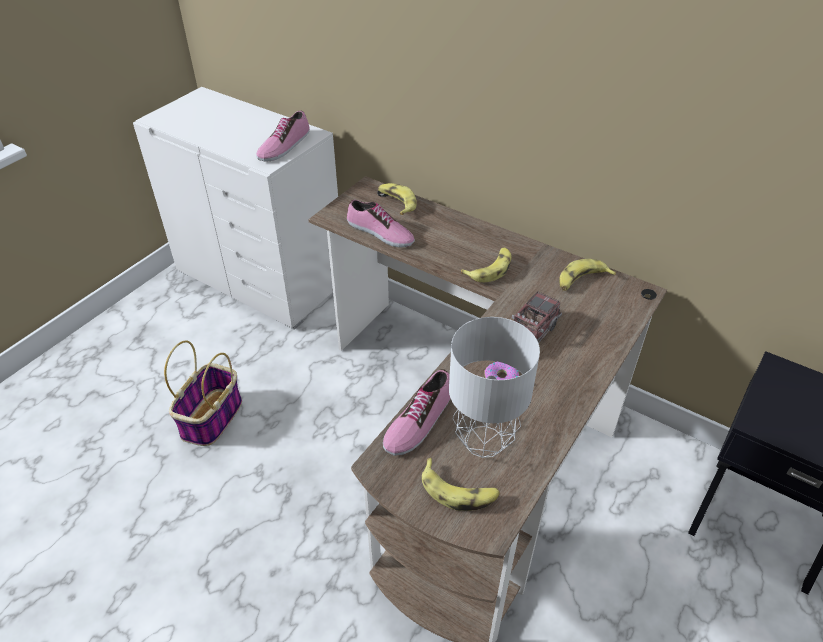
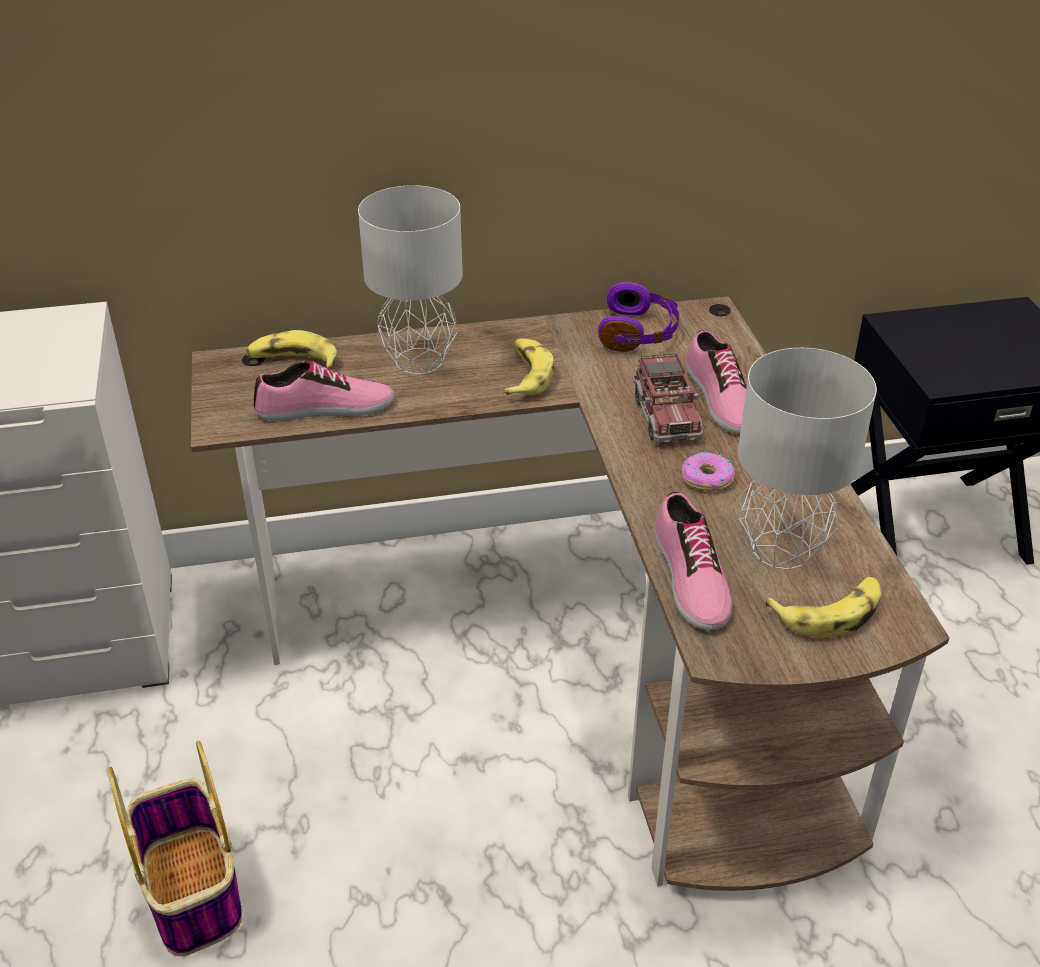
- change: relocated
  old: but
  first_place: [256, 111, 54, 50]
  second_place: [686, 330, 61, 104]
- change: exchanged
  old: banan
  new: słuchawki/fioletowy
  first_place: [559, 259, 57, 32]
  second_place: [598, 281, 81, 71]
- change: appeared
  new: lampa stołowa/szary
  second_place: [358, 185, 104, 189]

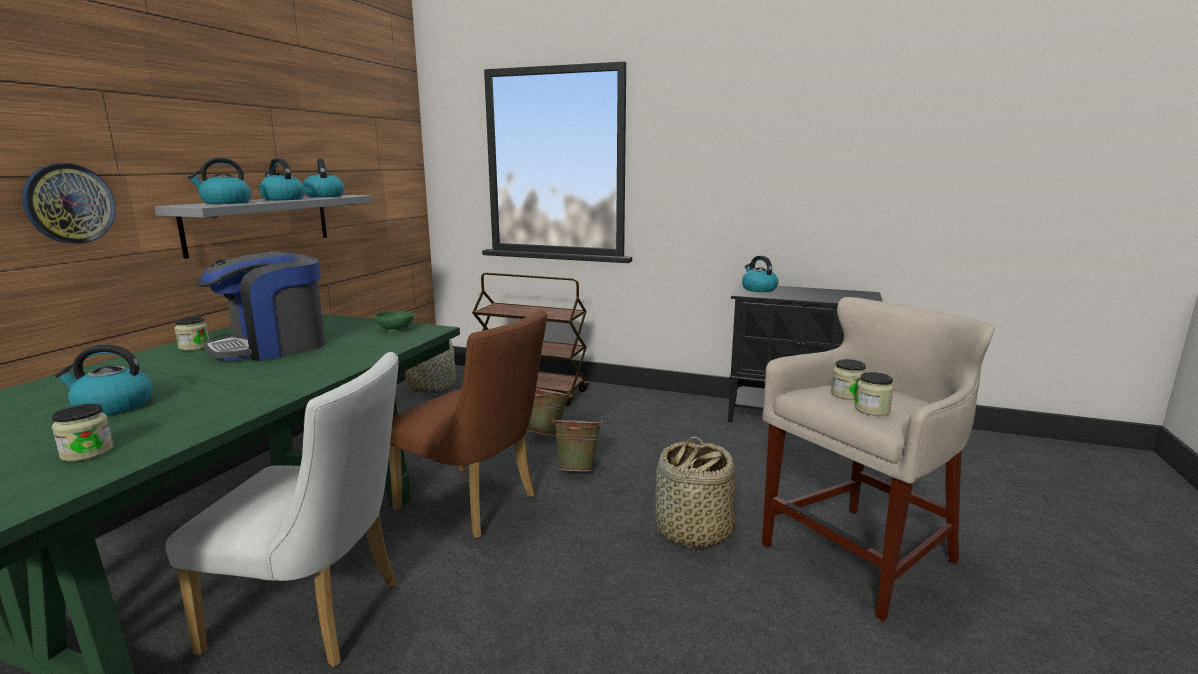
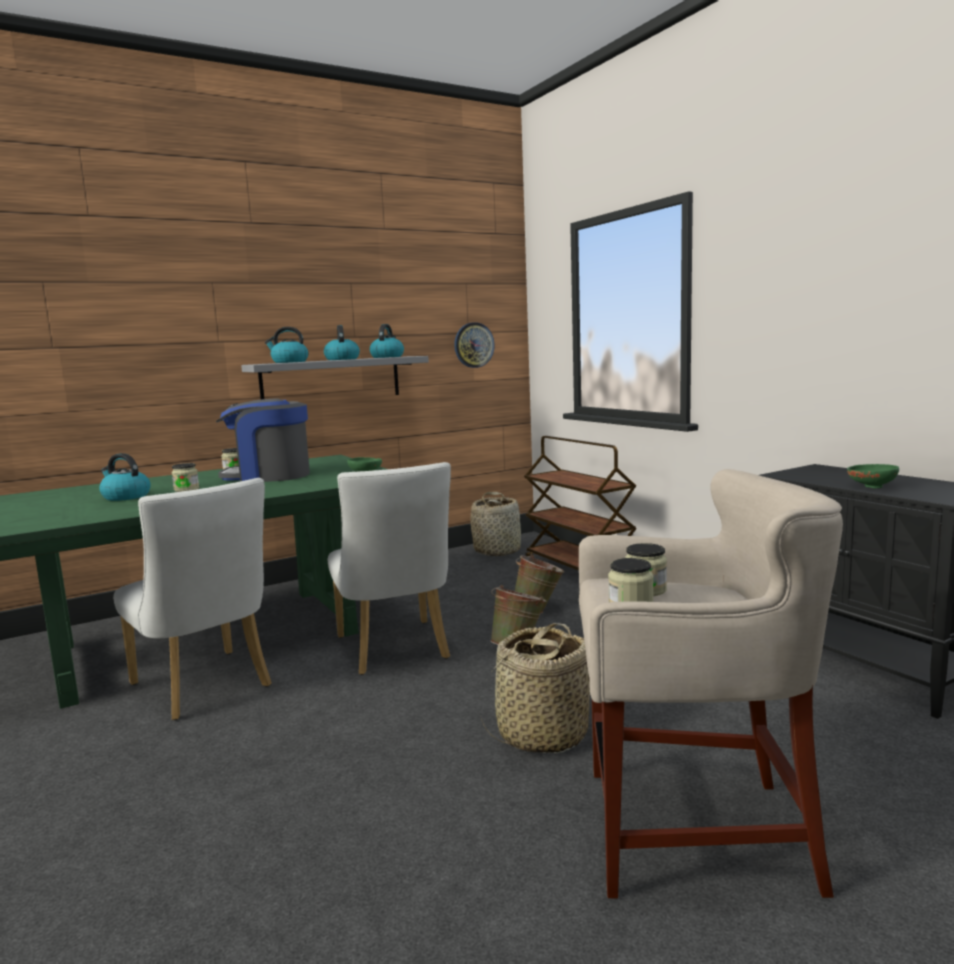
- change: relocated
  old: zegar ścienny
  first_place: [22, 163, 94, 81]
  second_place: [454, 322, 41, 46]
- change: relocated
  old: słoik
  first_place: [52, 404, 62, 58]
  second_place: [172, 463, 27, 29]
- change: colour
  old: krzesło/brązowy
  new: krzesło/biały
  first_place: [389, 310, 158, 228]
  second_place: [328, 462, 123, 213]
- change: missing
  old: czajnik
  first_place: [742, 256, 36, 36]
- change: appeared
  new: miska/zielony
  second_place: [847, 464, 52, 24]

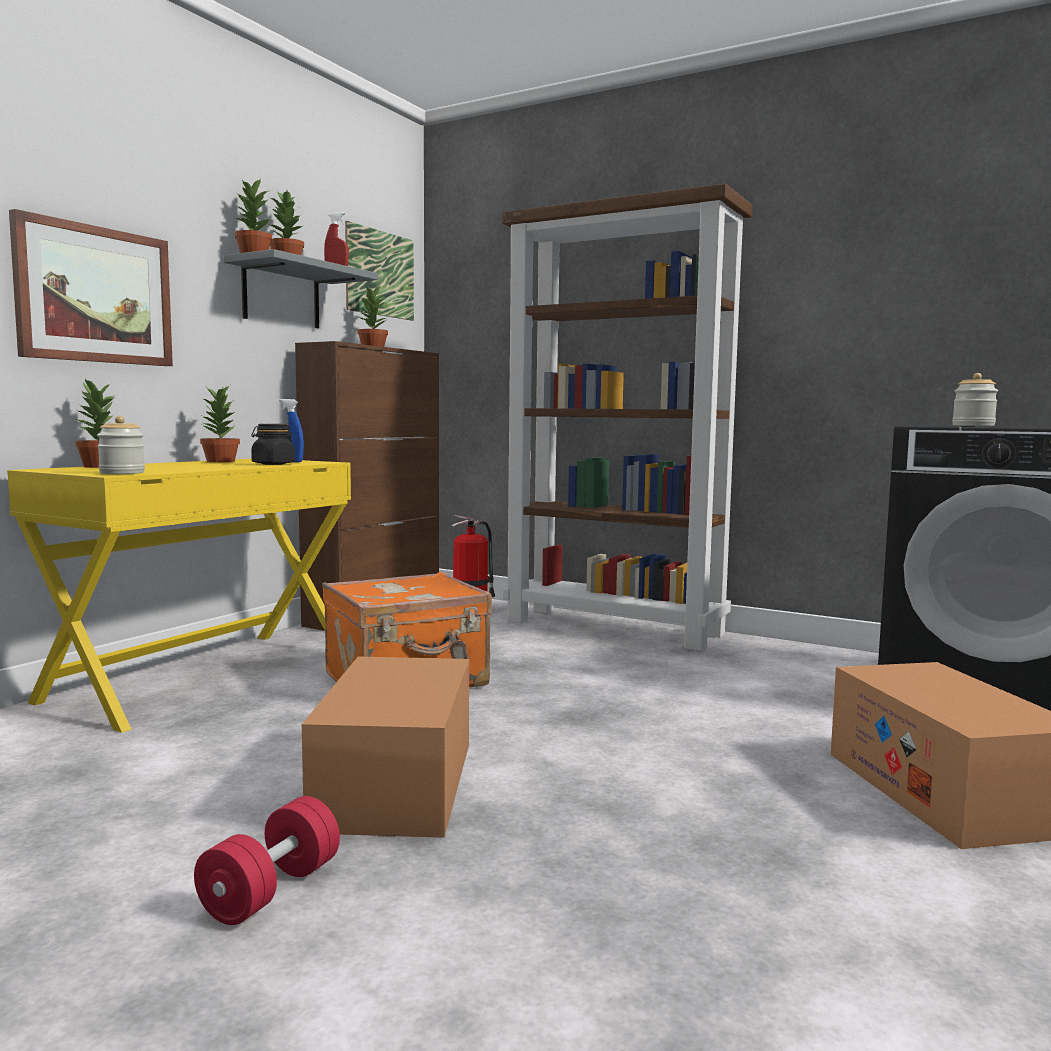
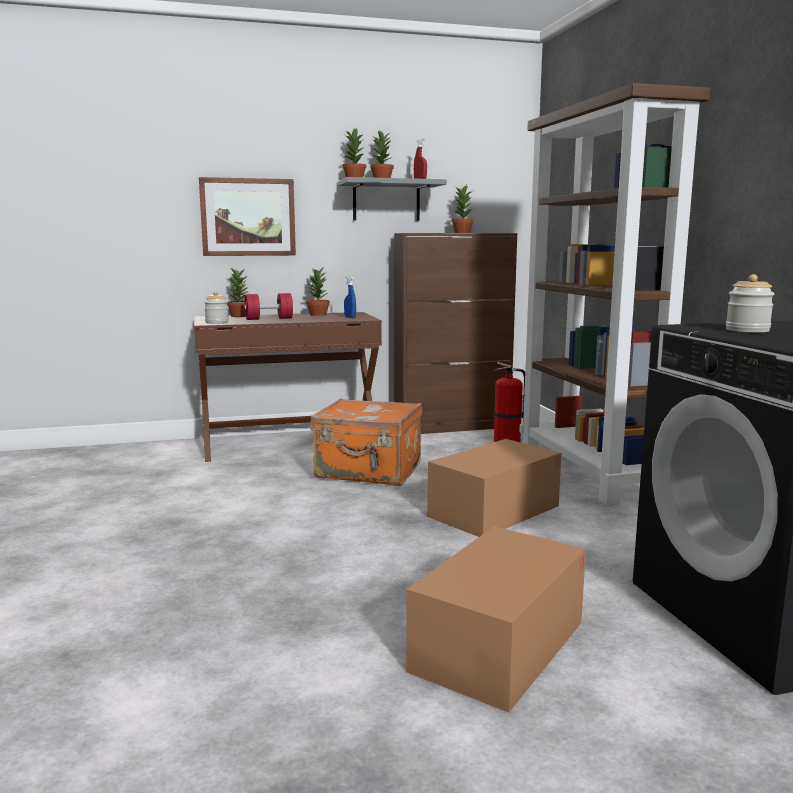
- change: colour
  old: biurko/żółty
  new: biurko/brązowy
  first_place: [7, 459, 344, 274]
  second_place: [194, 312, 188, 150]
- change: relocated
  old: hantel/czerwony
  first_place: [194, 796, 146, 129]
  second_place: [244, 293, 49, 27]
- change: missing
  old: słoik/czarny
  first_place: [251, 424, 44, 41]
- change: relocated
  old: karton
  first_place: [302, 657, 167, 181]
  second_place: [428, 439, 133, 98]
- change: missing
  old: obraz
  first_place: [345, 221, 69, 100]

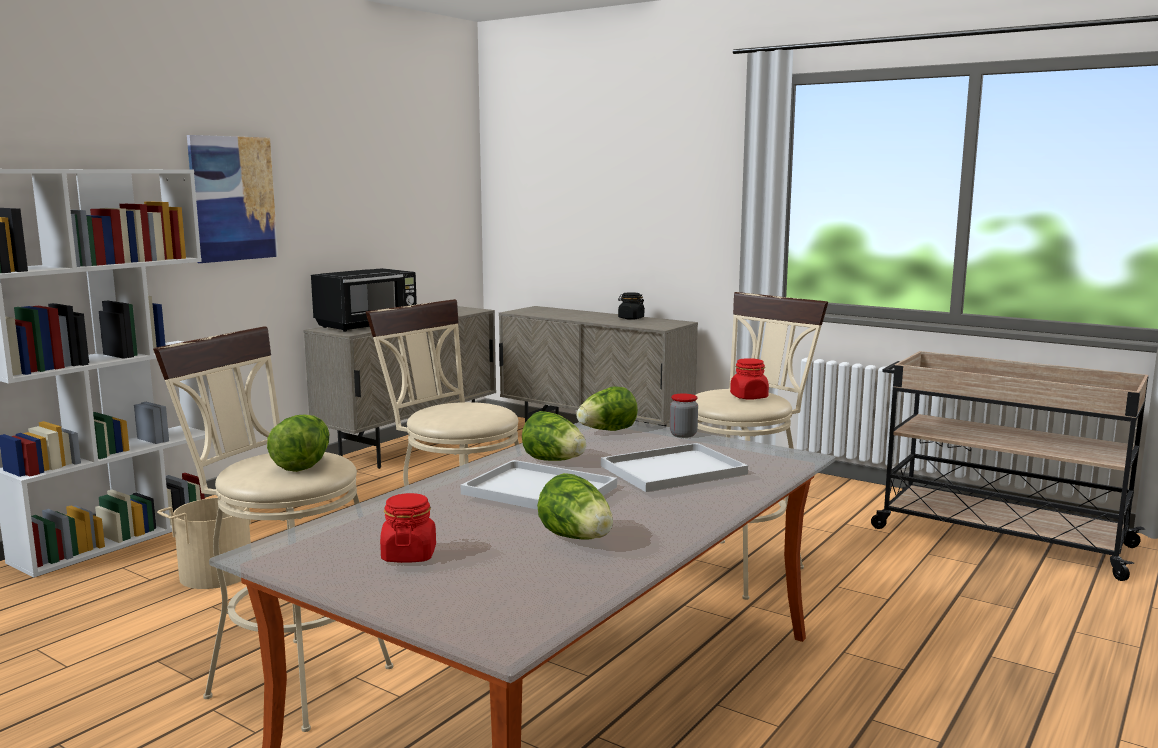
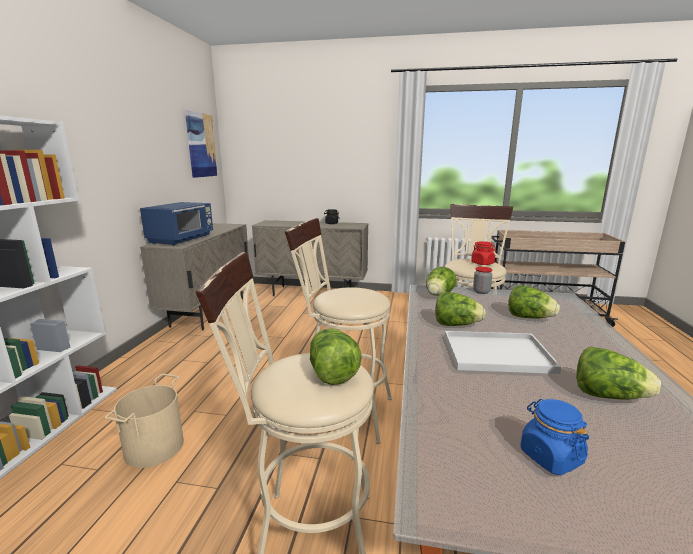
- change: relocated
  old: obraz
  first_place: [187, 135, 91, 128]
  second_place: [185, 110, 33, 68]
- change: colour
  old: mikrofalówka/czarny
  new: mikrofalówka/niebieski
  first_place: [311, 268, 106, 64]
  second_place: [140, 202, 73, 44]
- change: colour
  old: słoik/czerwony
  new: słoik/niebieski
  first_place: [380, 493, 56, 70]
  second_place: [521, 399, 68, 76]
- change: exchanged
  old: taca/biały
  new: sałata
  first_place: [601, 443, 147, 49]
  second_place: [508, 285, 52, 34]

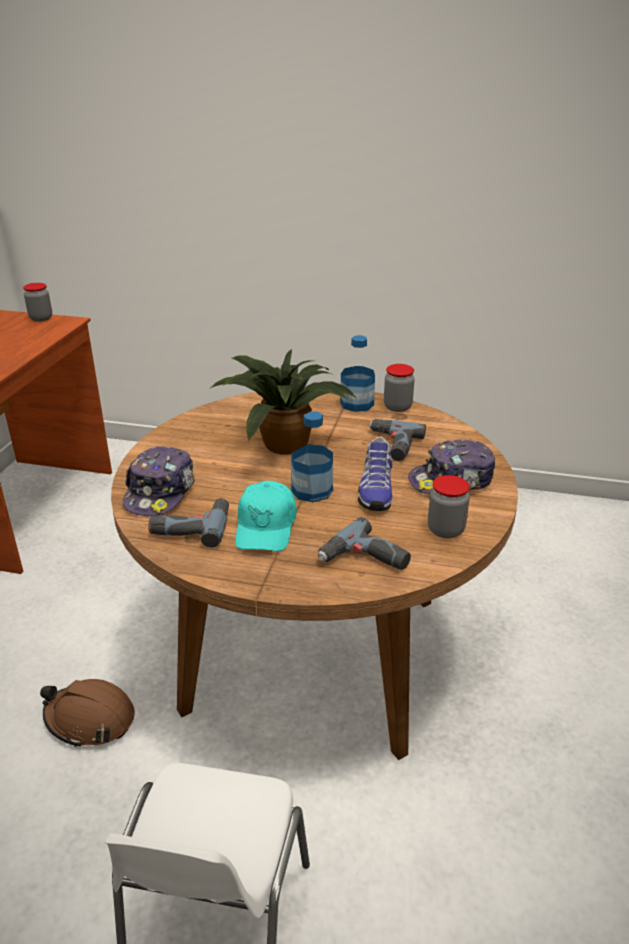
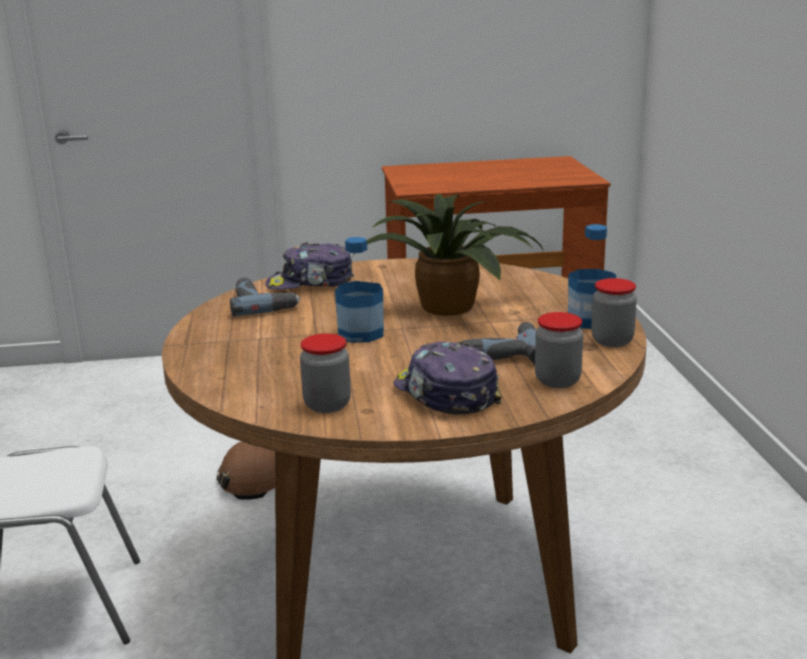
- change: relocated
  old: słoik
  first_place: [23, 283, 29, 39]
  second_place: [535, 312, 48, 76]
- change: missing
  old: czapka z daszkiem/turkusowy
  first_place: [235, 481, 62, 70]
- change: missing
  old: wiertarka
  first_place: [318, 517, 93, 53]
- change: missing
  old: but
  first_place: [358, 437, 35, 74]

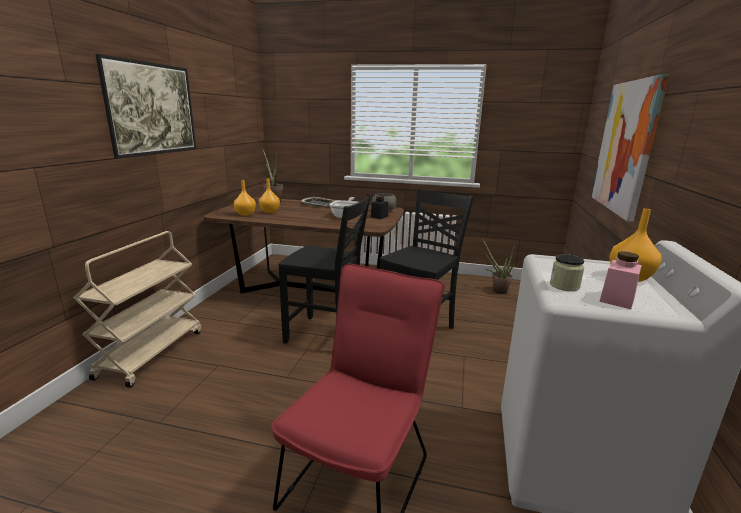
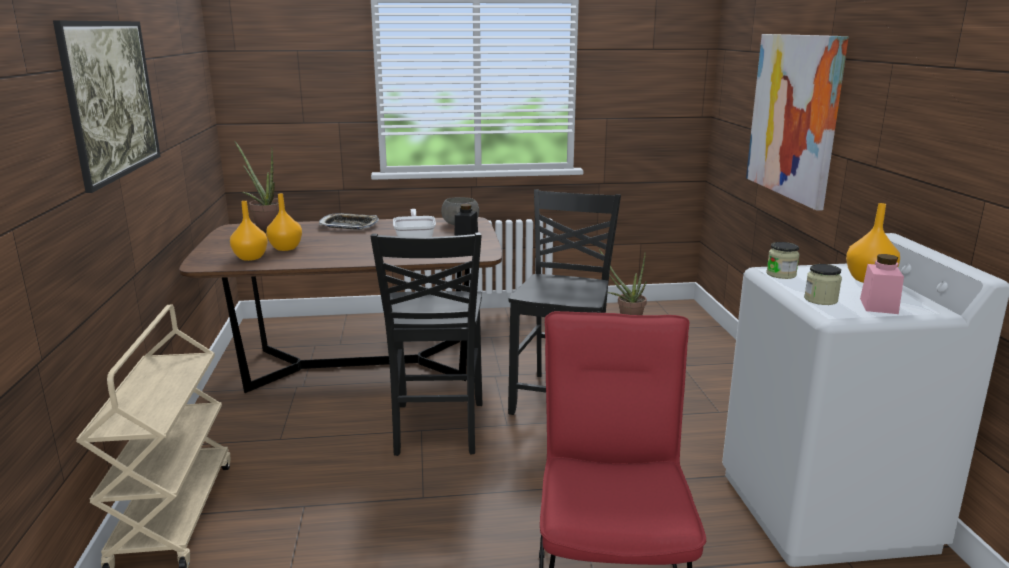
- change: spun
  old: krzesło/czarny
  first_place: [278, 194, 93, 150]
  second_place: [370, 233, 112, 223]
  degrees: 90
- change: appeared
  new: słoik
  second_place: [766, 242, 34, 37]

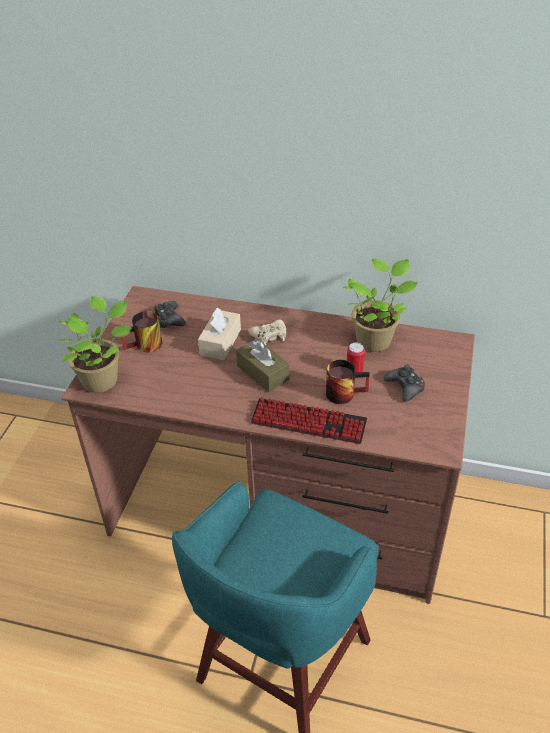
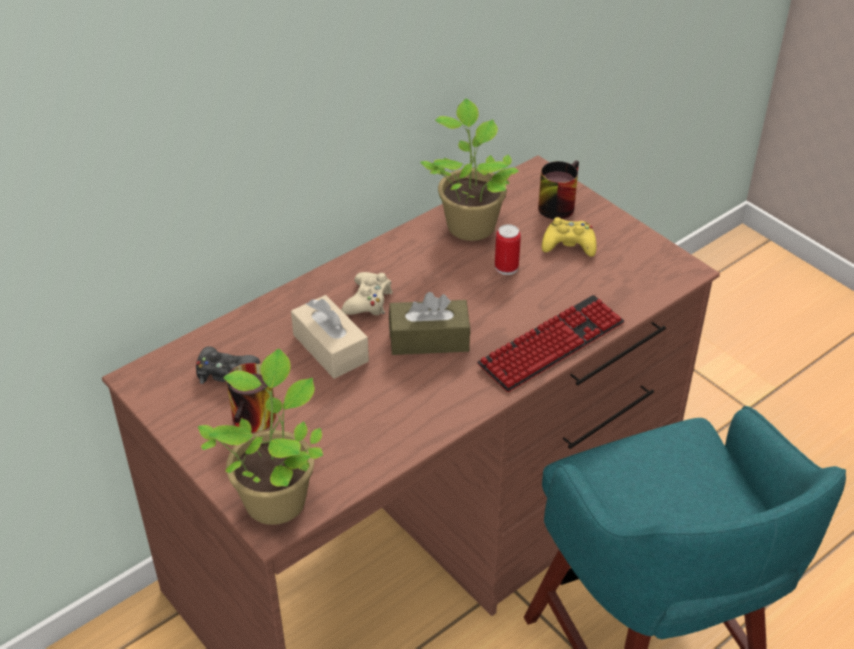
- change: relocated
  old: kubek
  first_place: [326, 360, 44, 44]
  second_place: [538, 160, 41, 59]
- change: colour
  old: pad do gier/czarny
  new: pad do gier/żółty
  first_place: [384, 365, 41, 37]
  second_place: [542, 217, 55, 40]

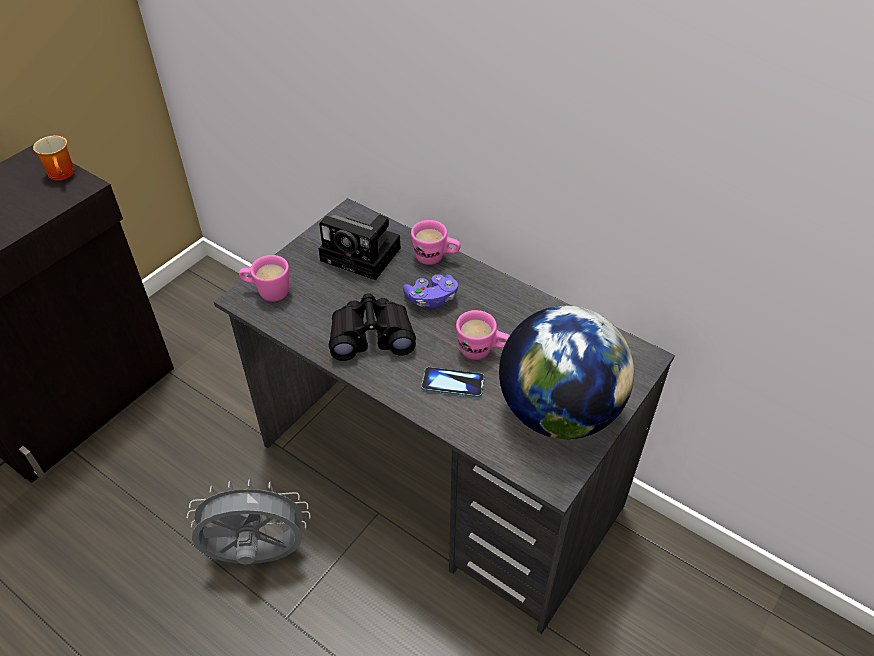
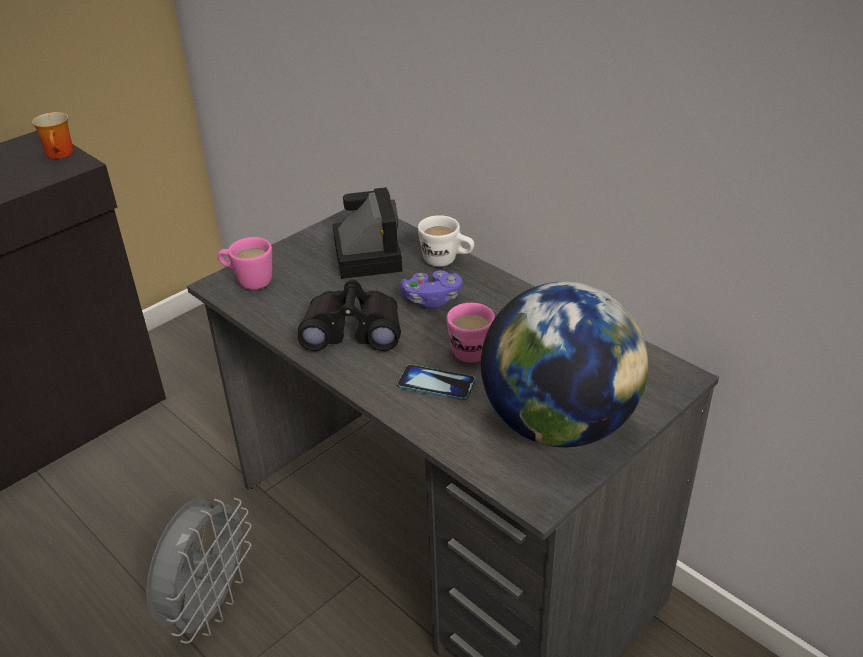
- change: spun
  old: wentylator/szary
  first_place: [187, 479, 124, 85]
  second_place: [146, 498, 106, 146]
  degrees: 105
- change: spun
  old: aparat fotograficzny
  first_place: [319, 214, 82, 66]
  second_place: [333, 187, 69, 92]
  degrees: -135
- change: colour
  old: kubek/różowy
  new: kubek/biały
  first_place: [411, 220, 50, 45]
  second_place: [418, 215, 56, 52]

